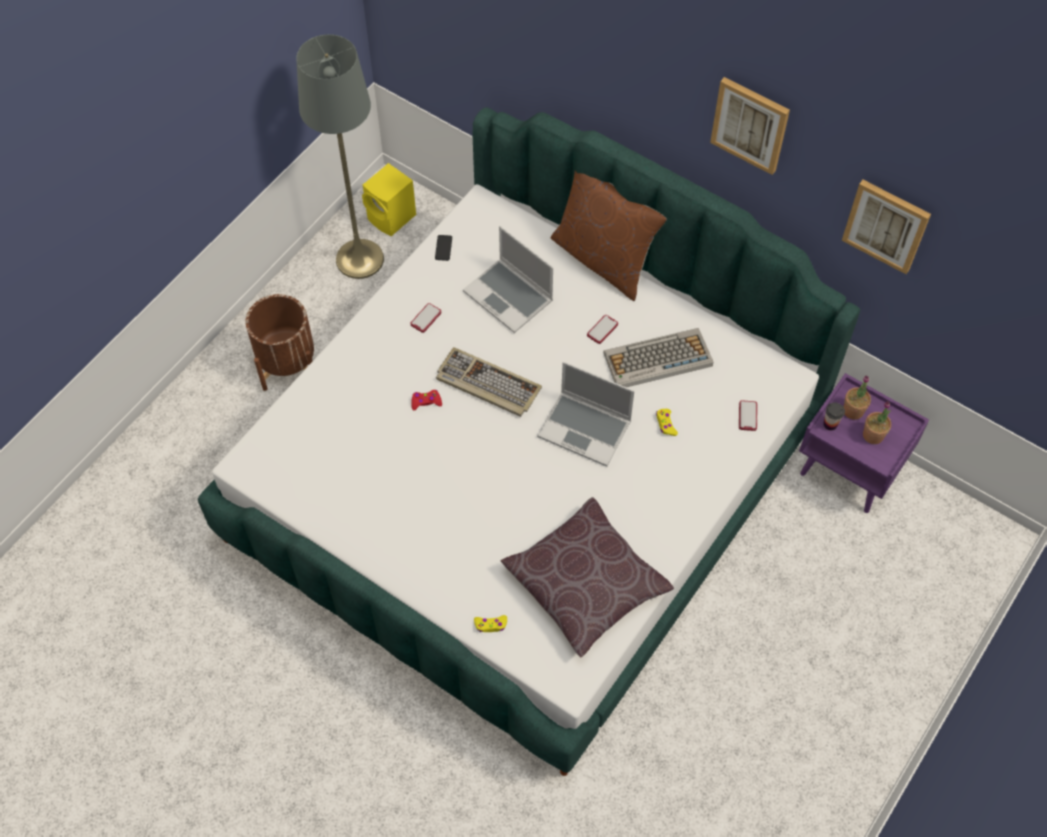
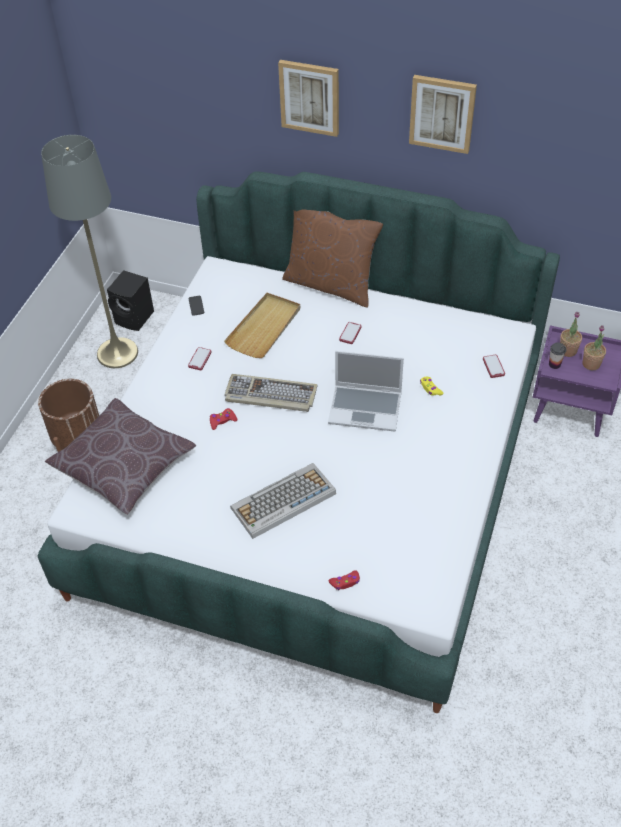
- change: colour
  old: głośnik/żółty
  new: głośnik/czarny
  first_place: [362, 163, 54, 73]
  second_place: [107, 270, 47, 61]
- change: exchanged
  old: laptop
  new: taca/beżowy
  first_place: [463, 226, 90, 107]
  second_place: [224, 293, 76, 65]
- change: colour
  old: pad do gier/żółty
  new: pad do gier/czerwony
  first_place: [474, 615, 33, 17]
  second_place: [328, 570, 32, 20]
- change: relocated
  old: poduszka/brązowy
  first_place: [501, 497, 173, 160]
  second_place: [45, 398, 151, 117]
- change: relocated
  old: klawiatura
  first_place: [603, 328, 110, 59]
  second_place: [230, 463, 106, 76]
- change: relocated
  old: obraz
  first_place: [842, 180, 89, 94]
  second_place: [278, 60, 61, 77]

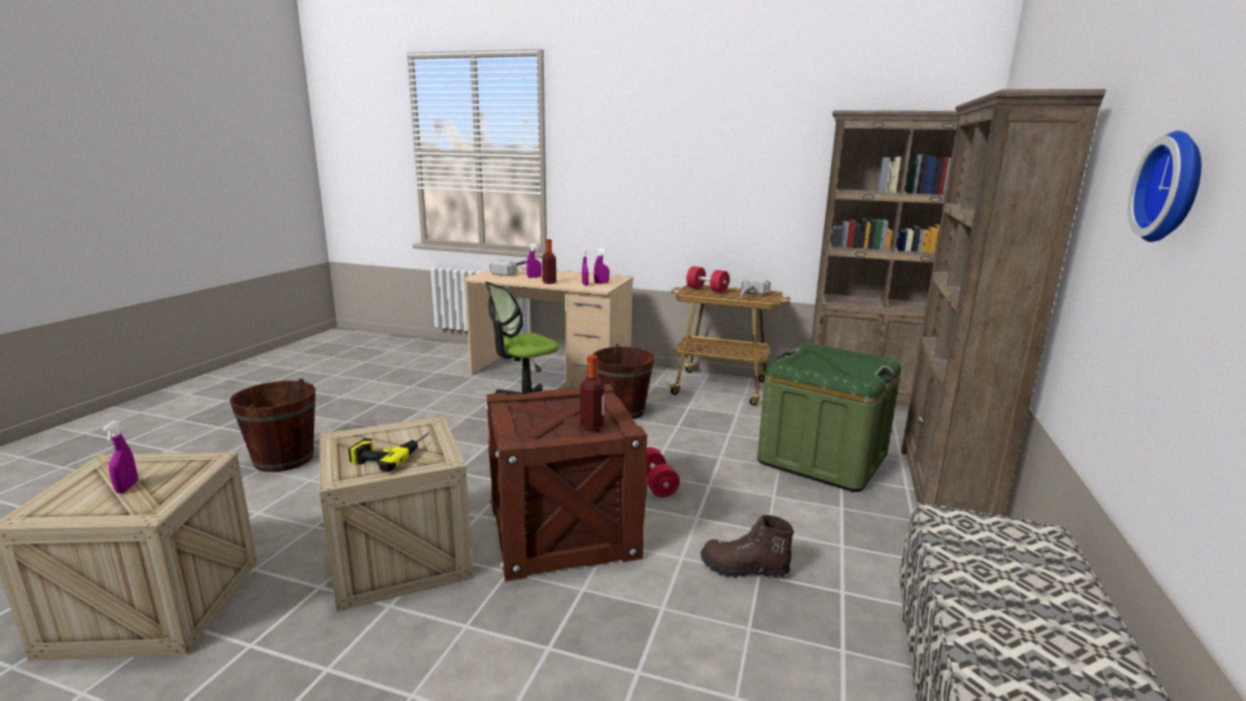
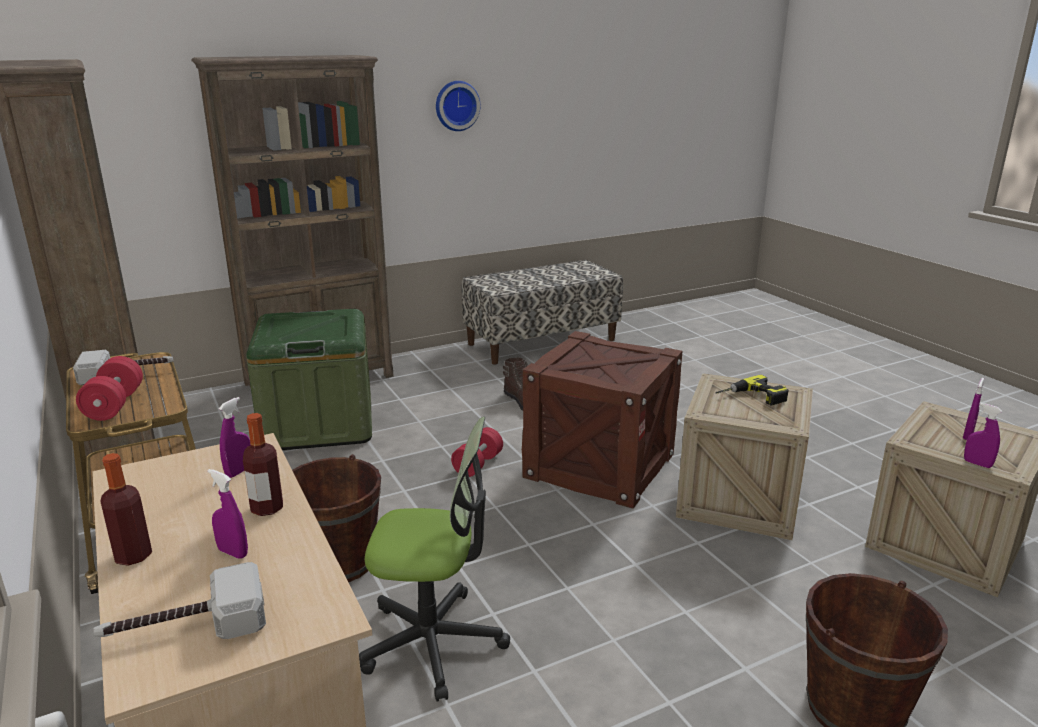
- change: relocated
  old: butelka
  first_place: [580, 355, 24, 75]
  second_place: [100, 453, 52, 113]
- change: relocated
  old: spryskiwacz/fioletowy
  first_place: [594, 248, 15, 36]
  second_place: [964, 403, 38, 65]

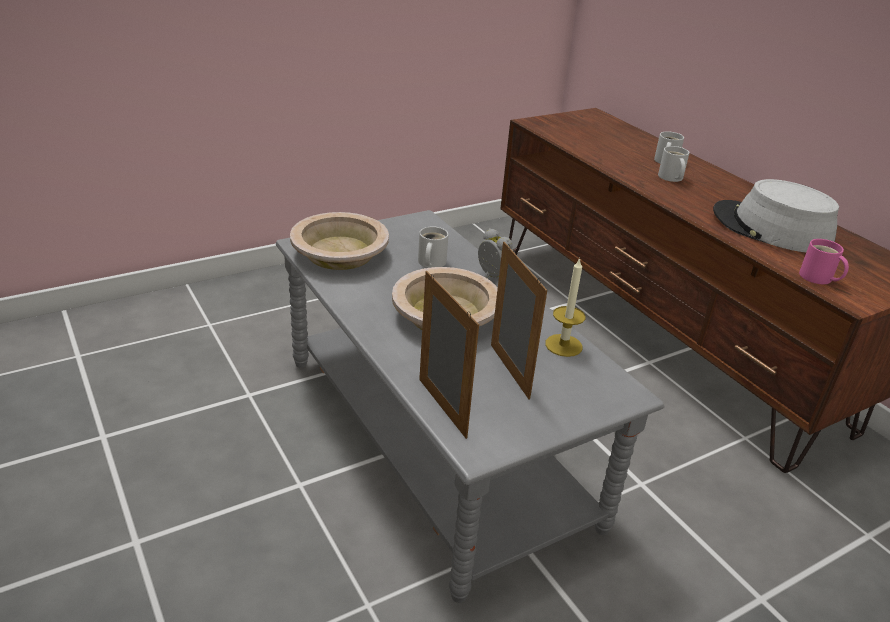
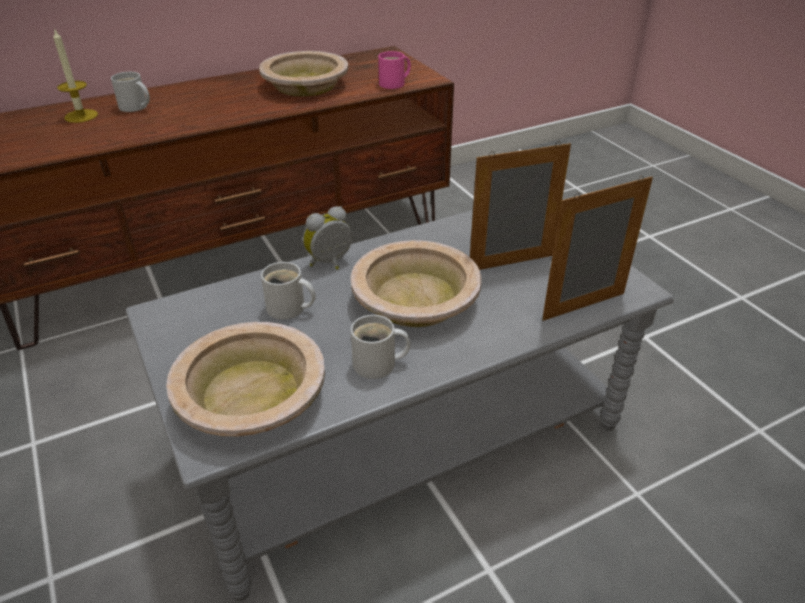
- change: relocated
  old: świeca
  first_place: [545, 258, 40, 99]
  second_place: [53, 28, 45, 95]
- change: relocated
  old: kubek/biały
  first_place: [658, 146, 31, 36]
  second_place: [351, 315, 59, 64]
- change: exchanged
  old: kapelusz/szary
  new: miska/beżowy
  first_place: [713, 179, 126, 73]
  second_place: [259, 51, 89, 46]

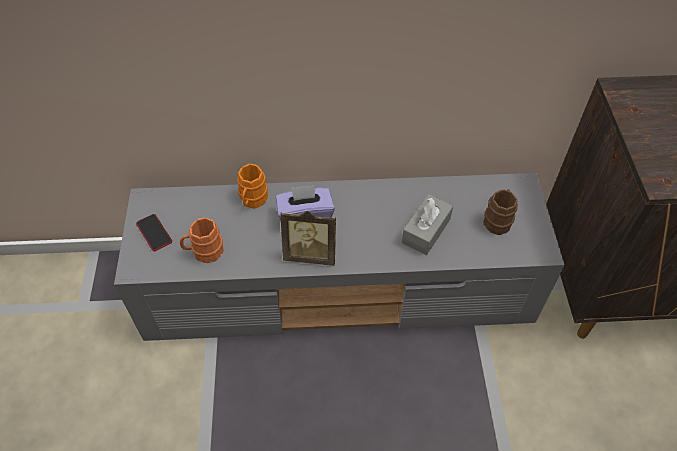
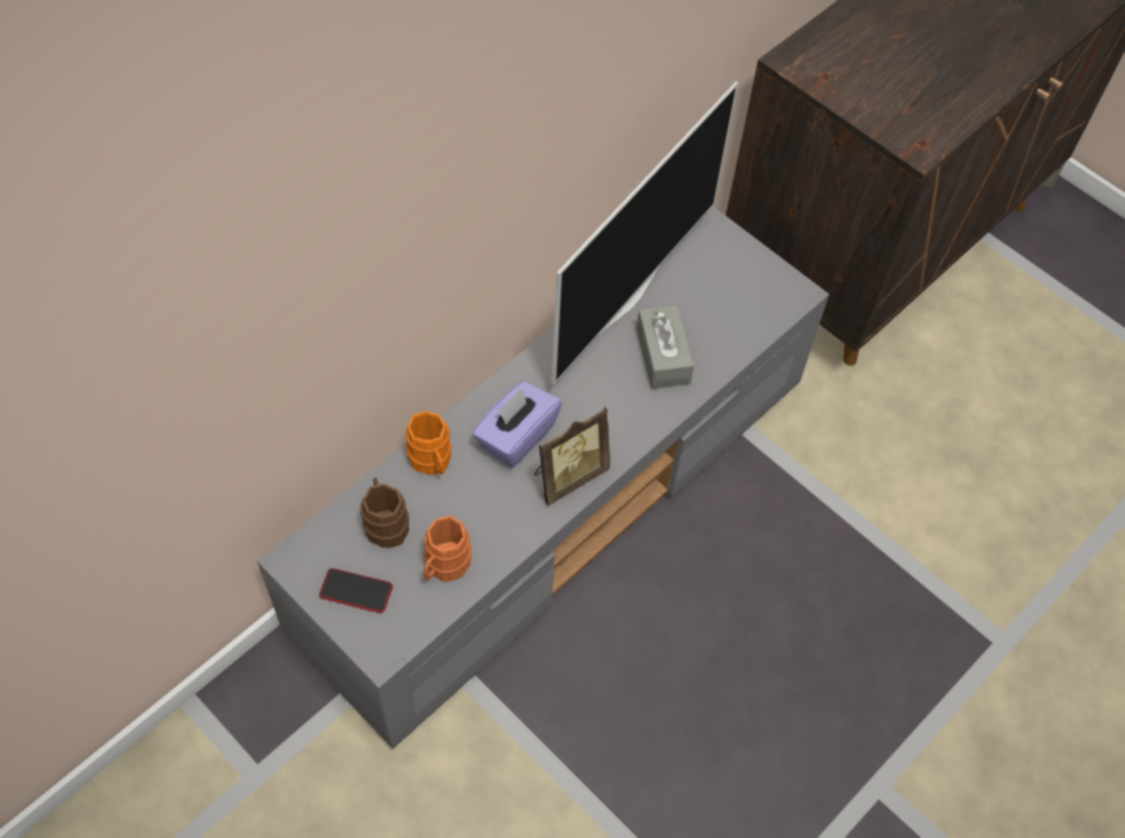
- change: relocated
  old: kubek/brązowy
  first_place: [483, 189, 35, 46]
  second_place: [360, 478, 49, 70]
- change: appeared
  new: telewizor
  second_place: [551, 82, 187, 303]

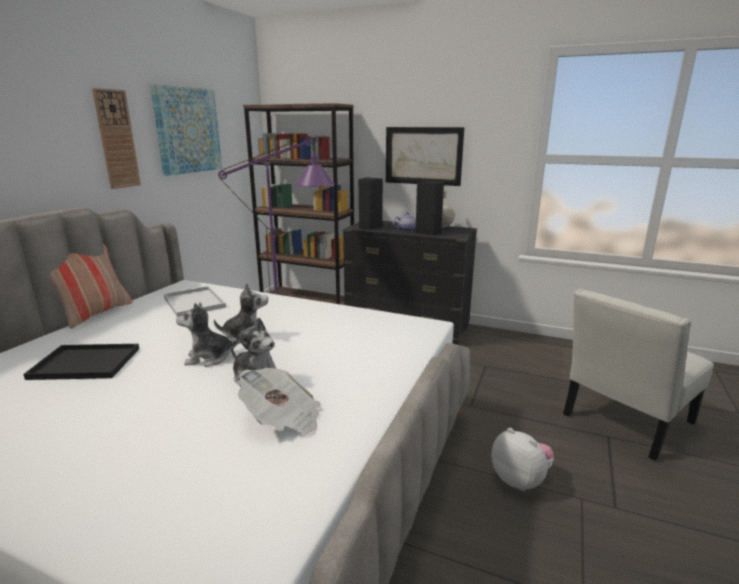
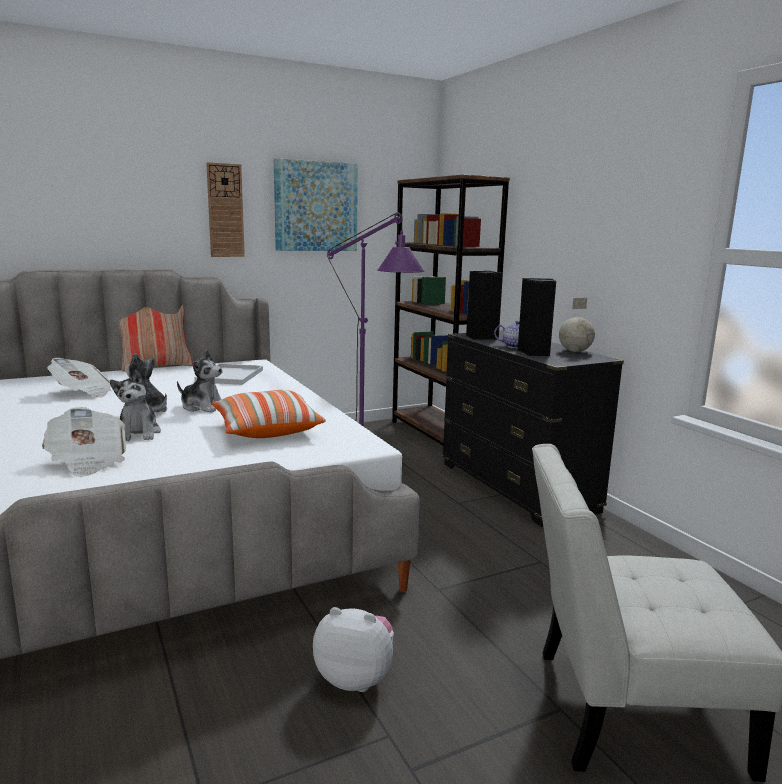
- change: exchanged
  old: taca/czarny
  new: gazeta
  first_place: [23, 344, 116, 36]
  second_place: [47, 358, 64, 39]
- change: missing
  old: obraz
  first_place: [386, 127, 78, 59]
- change: spun
  old: pluszak
  first_place: [491, 428, 63, 63]
  second_place: [313, 607, 81, 85]
  degrees: -75
- change: appeared
  new: poduszka
  second_place: [212, 390, 114, 48]

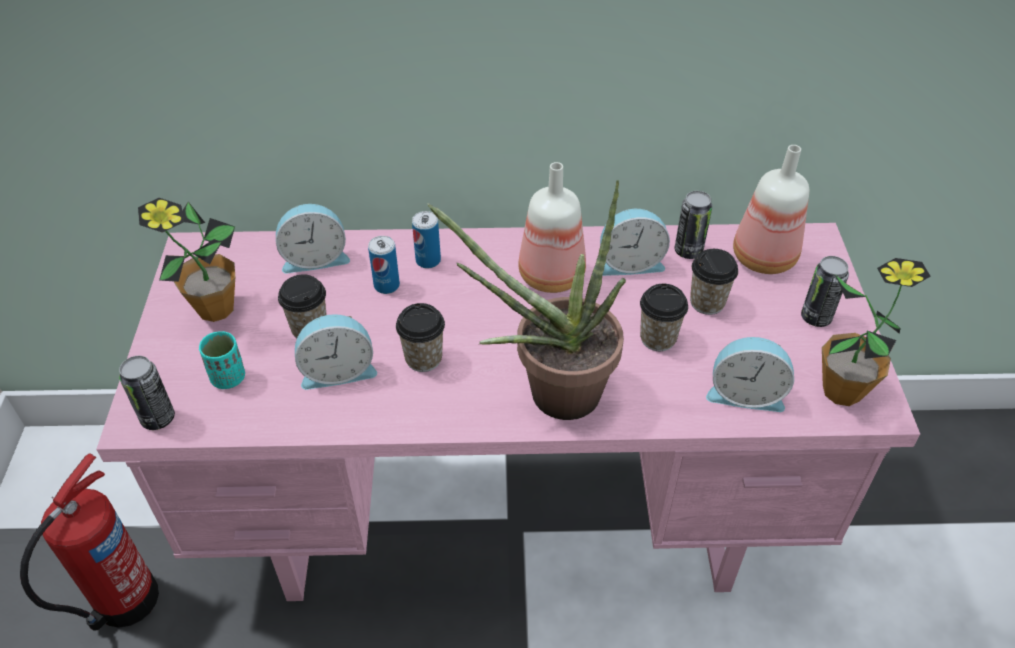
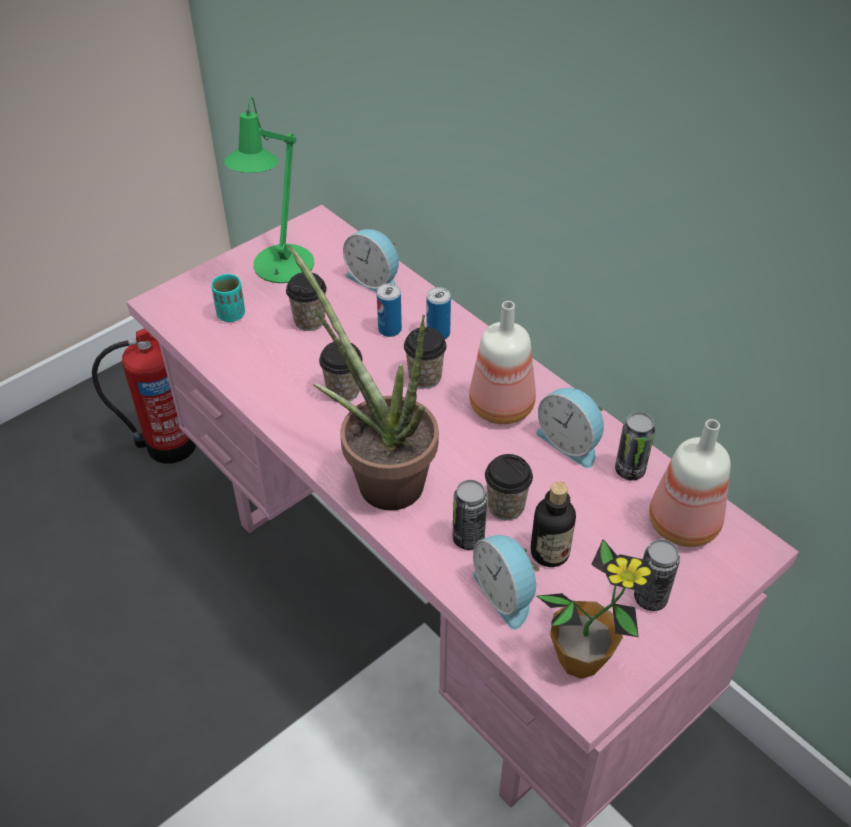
- change: relocated
  old: puszka
  first_place: [119, 356, 56, 74]
  second_place: [452, 480, 35, 70]
- change: exchanged
  old: roślina doniczkowa
  new: lampa stołowa/zielony
  first_place: [138, 198, 97, 124]
  second_place: [224, 97, 90, 186]
- change: missing
  old: budzik
  first_place: [295, 314, 82, 76]
- change: relocated
  old: filiżanka
  first_place: [690, 249, 48, 66]
  second_place: [404, 327, 42, 62]
- change: appeared
  new: butelka
  second_place: [531, 482, 45, 85]

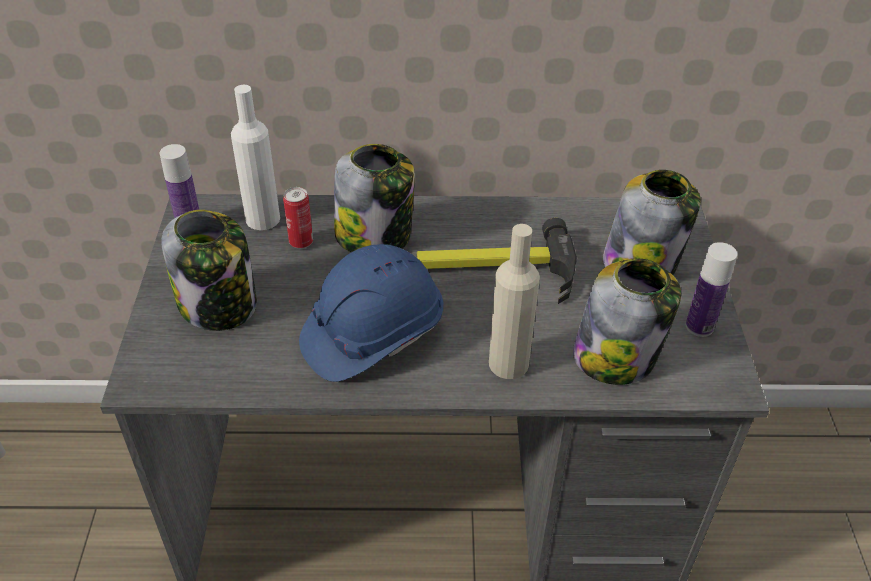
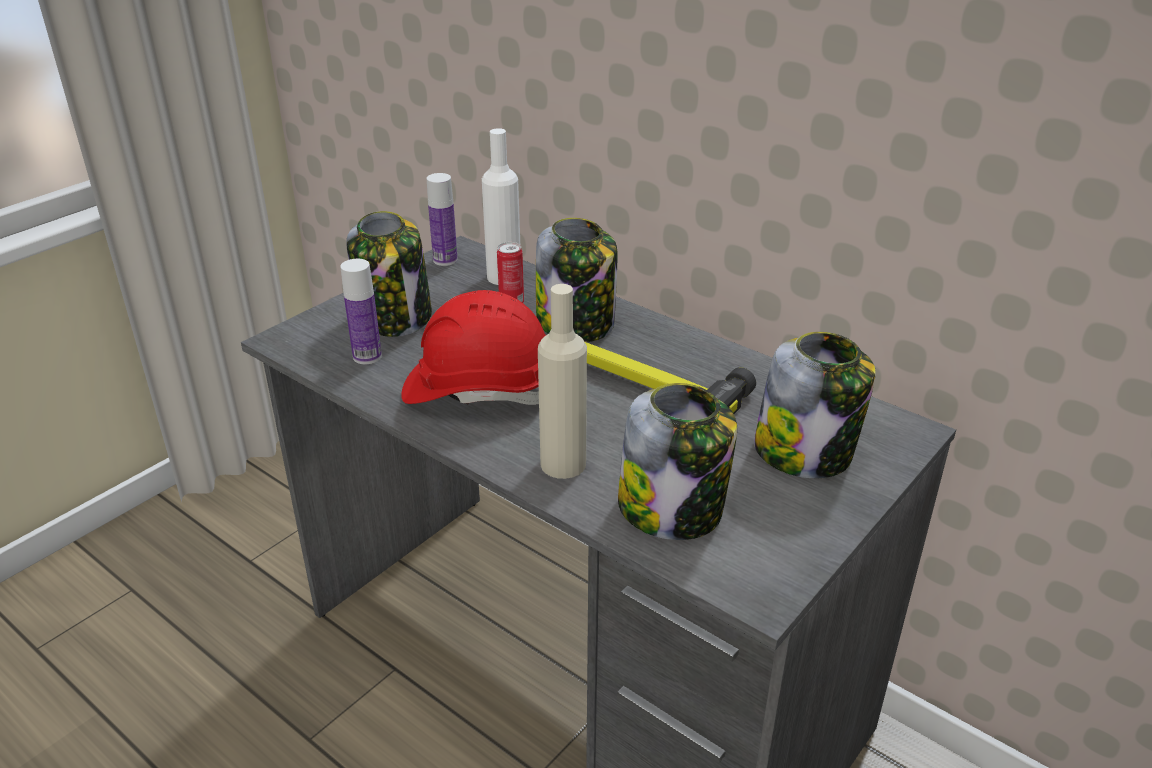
- change: colour
  old: kask/niebieski
  new: kask/czerwony
  first_place: [299, 244, 144, 138]
  second_place: [401, 290, 145, 115]
- change: relocated
  old: butelka
  first_place: [686, 242, 51, 95]
  second_place: [340, 259, 42, 105]

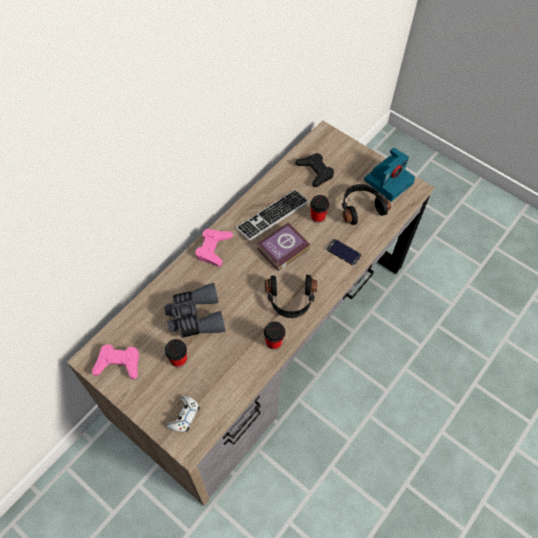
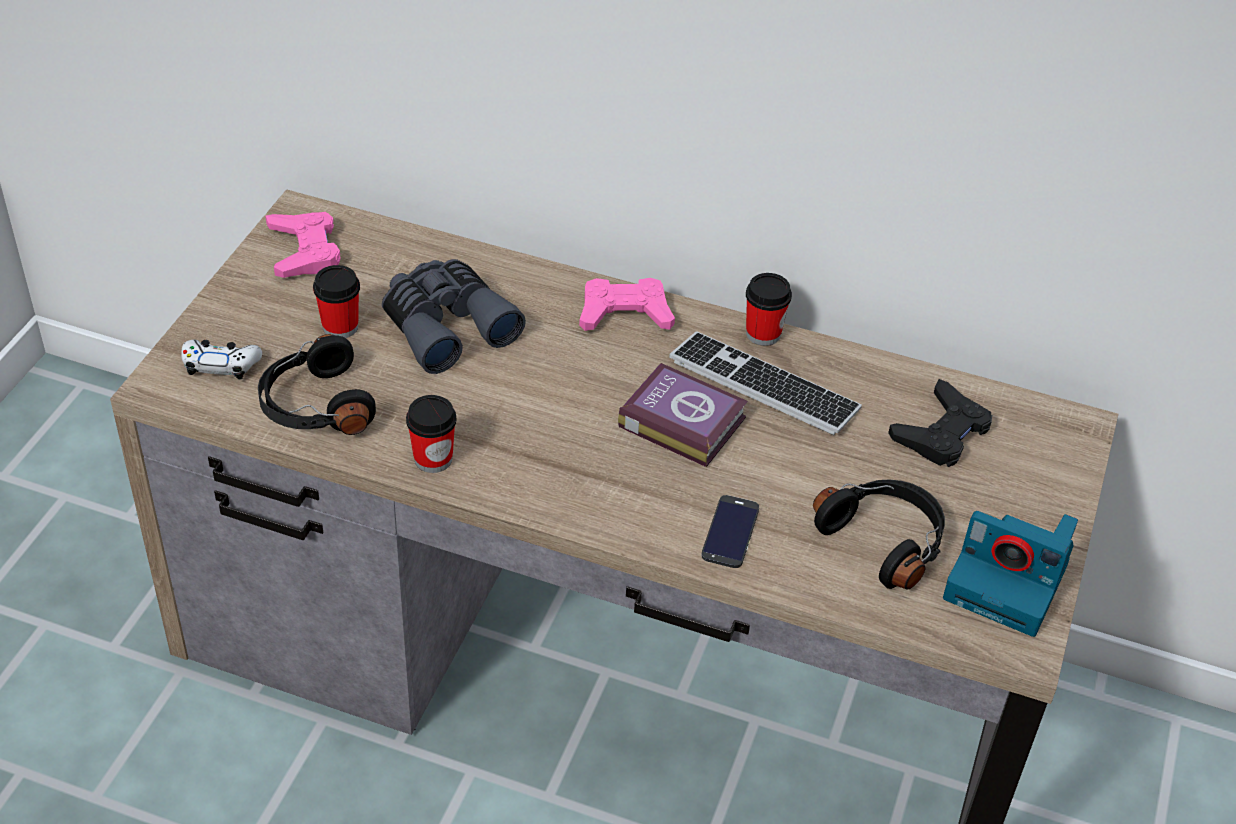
- change: relocated
  old: słuchawki/czarny
  first_place: [265, 275, 52, 43]
  second_place: [258, 334, 118, 101]
- change: relocated
  old: filiżanka
  first_place: [310, 195, 20, 28]
  second_place: [746, 273, 46, 73]

